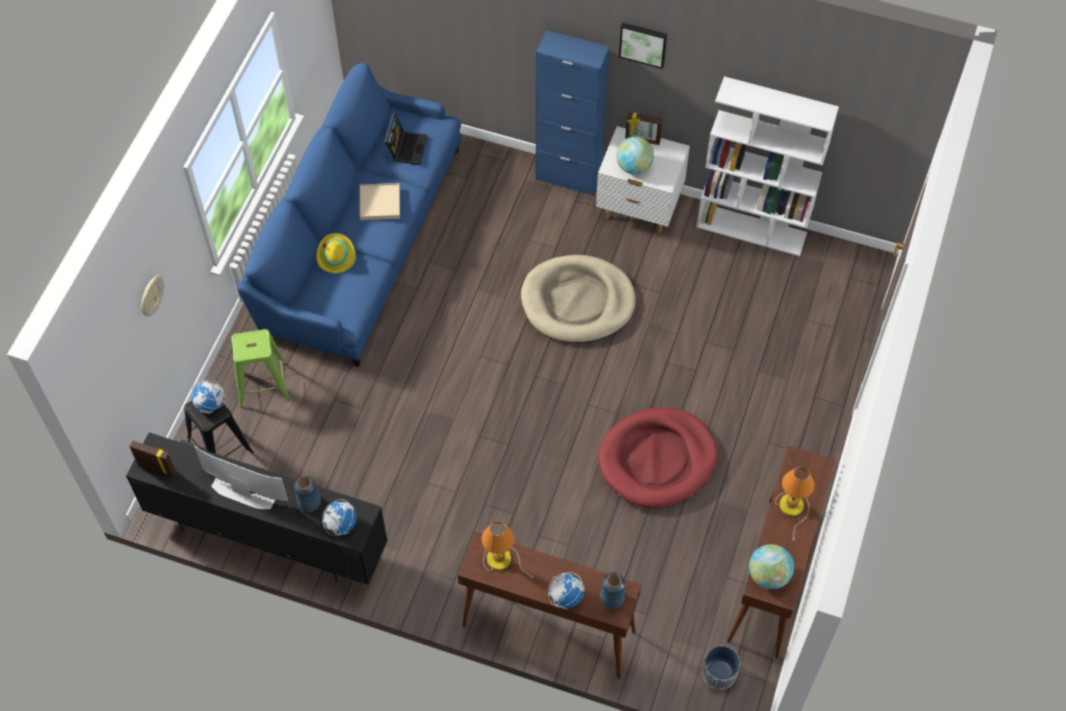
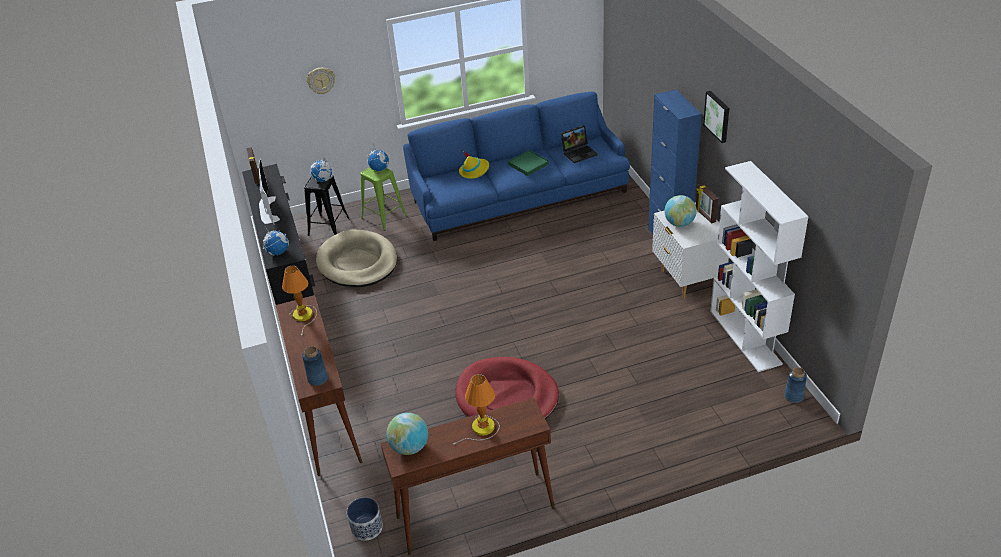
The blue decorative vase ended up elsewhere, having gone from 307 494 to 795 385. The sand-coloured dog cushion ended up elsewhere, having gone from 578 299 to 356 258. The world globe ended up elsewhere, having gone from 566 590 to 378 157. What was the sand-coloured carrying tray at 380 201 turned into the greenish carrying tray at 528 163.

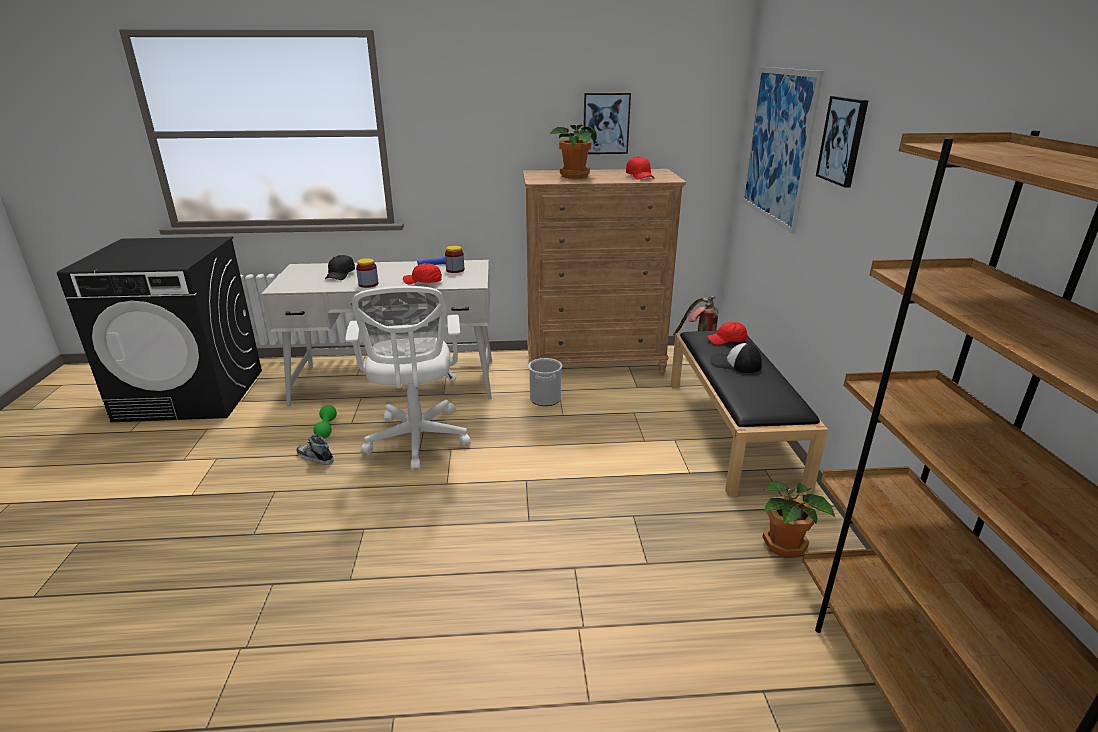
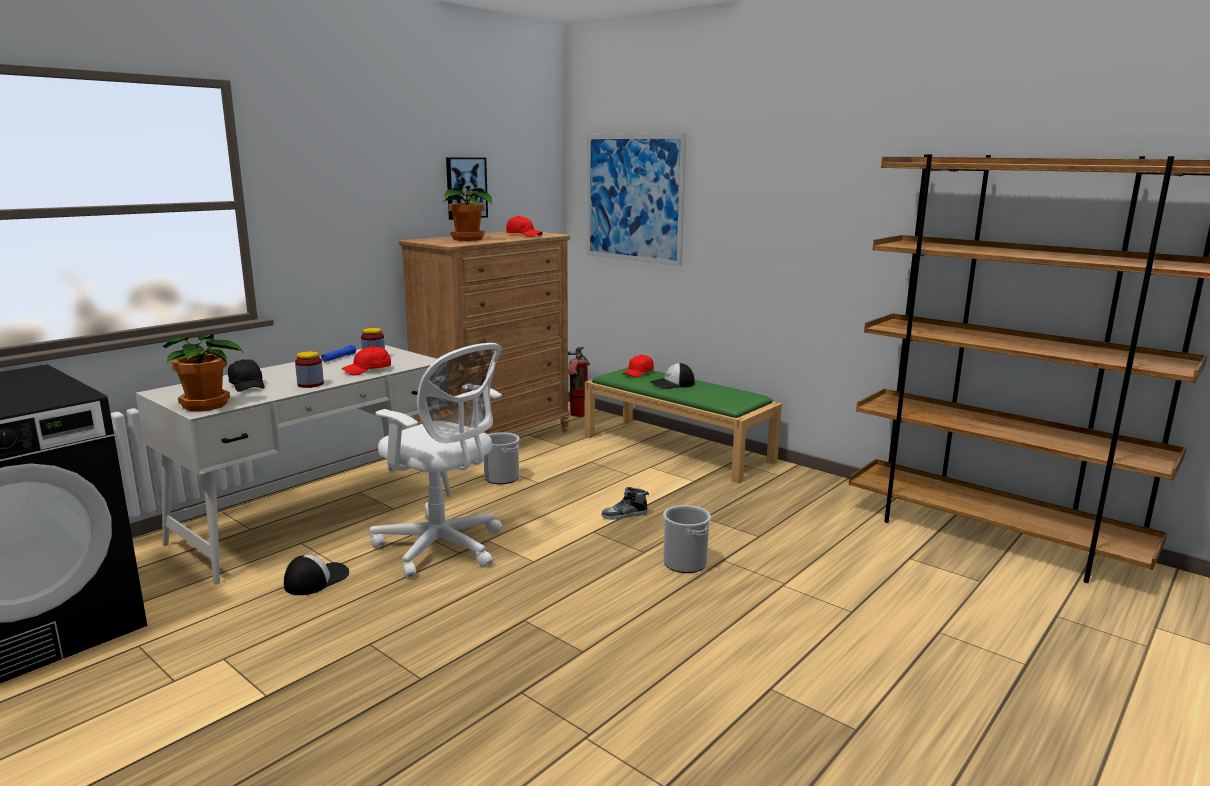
The second view lost the wall picture at 842 142. The second view gained the bucket at 687 539. The low shoe ended up elsewhere, having gone from 314 449 to 625 503. The houseplant ended up elsewhere, having gone from 799 519 to 204 372. Where the greenish free weight stood at 325 421, the peaked cap came to stand at 316 575. What was the blackish long seat at 749 413 turned into the greenish long seat at 683 426.

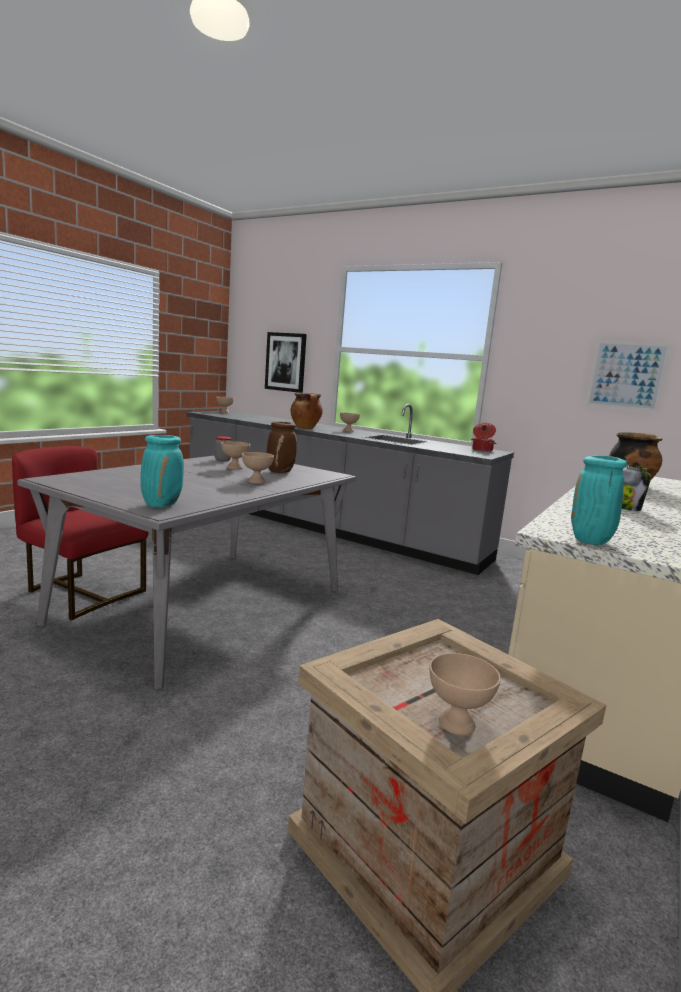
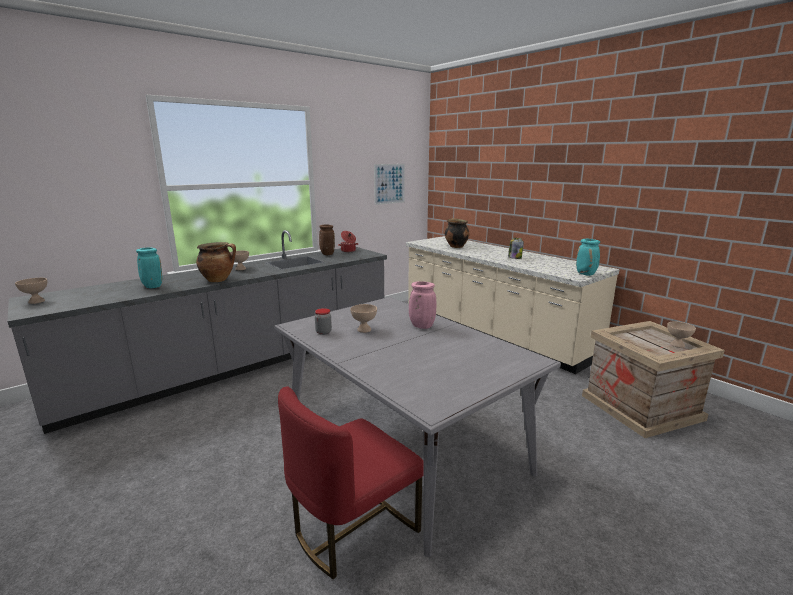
The second view lost the wall picture at 286 362. The turquoise-coloured decorative vase ended up elsewhere, having gone from 162 471 to 149 267. The brownish decorative vase ended up elsewhere, having gone from 282 447 to 327 240. Where the sand-coloured deep dish stood at 258 468, the pink decorative vase came to stand at 422 305.

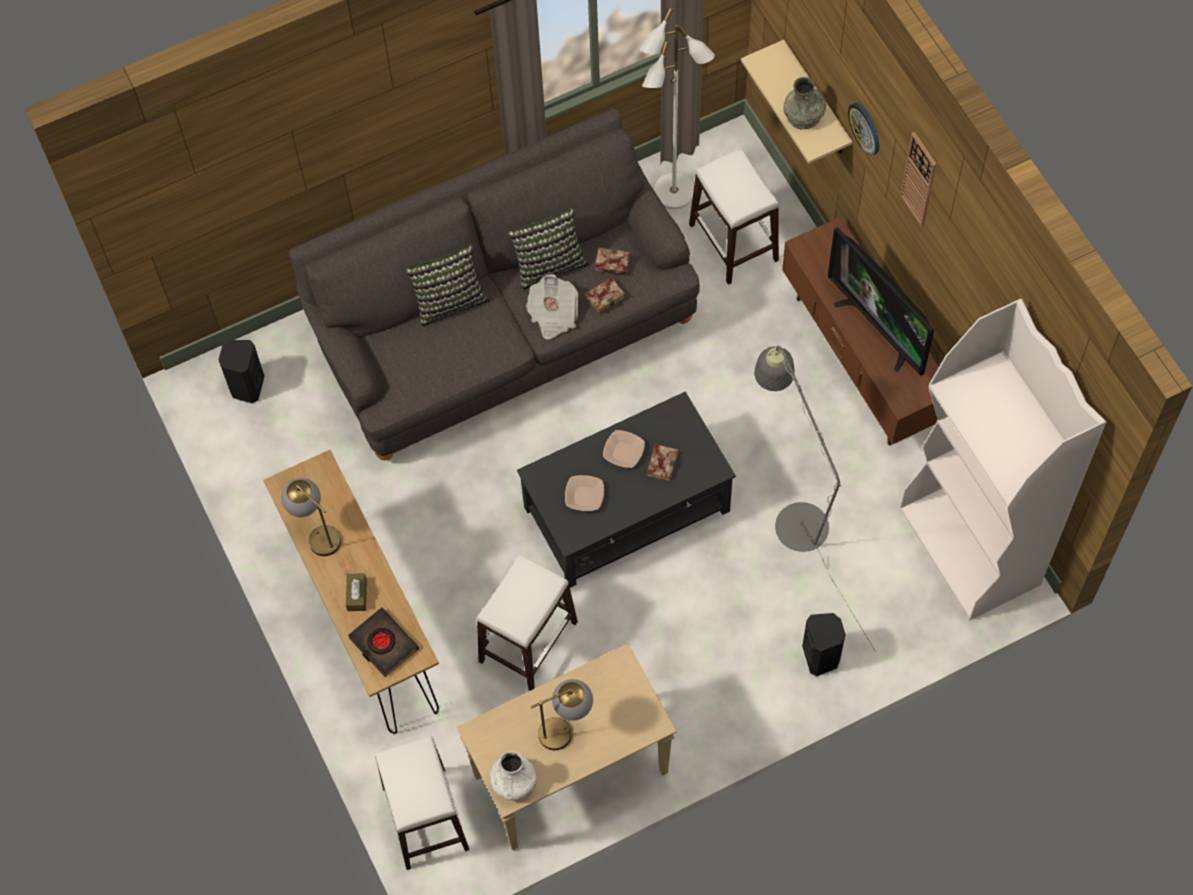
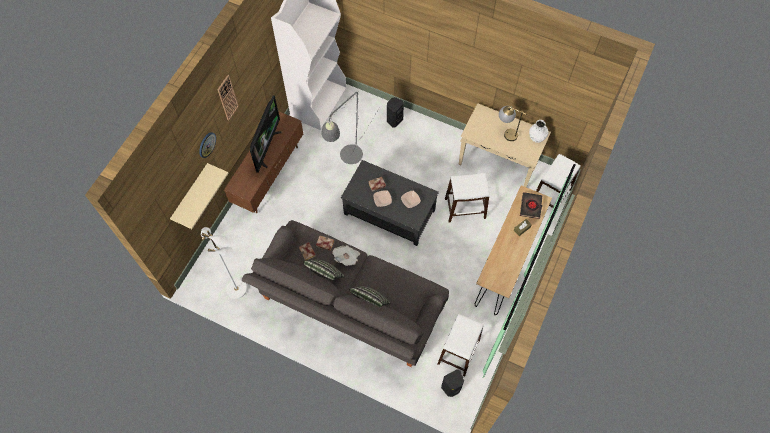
The second view lost the tabletop lamp at 311 517. The second view lost the gray decorative vase at 804 103. The white-coloured sitting stool ended up elsewhere, having gone from 734 217 to 461 345.

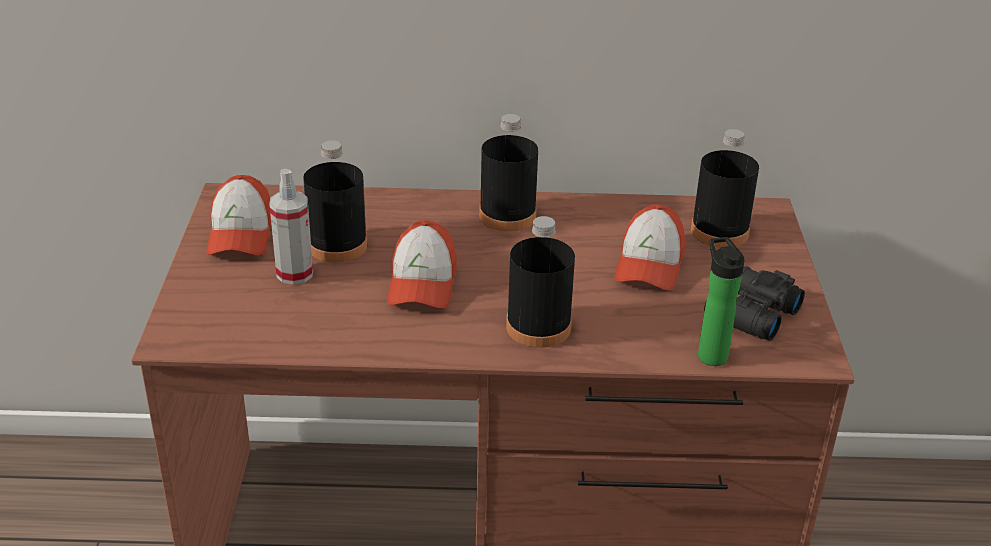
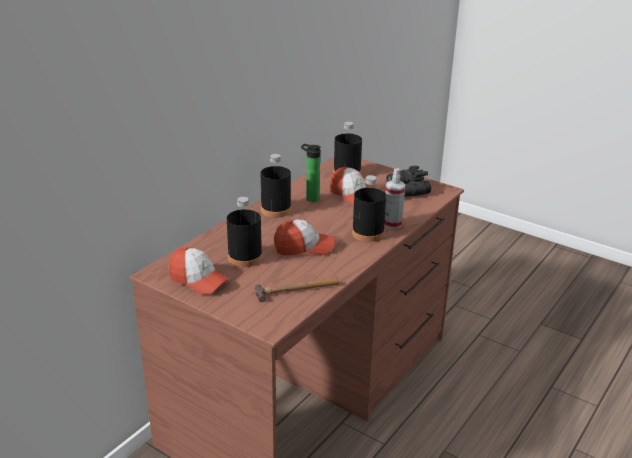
The second view gained the hand hammer at 297 289. The sprayer ended up elsewhere, having gone from 291 227 to 394 198. The bottle ended up elsewhere, having gone from 721 301 to 311 173. The peaked cap at 422 264 ended up facing another way, 45 degrees counterclockwise from before.

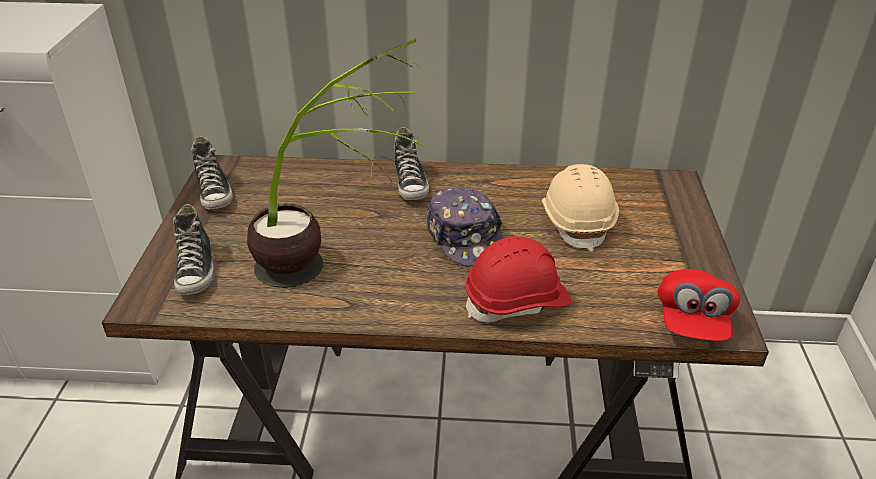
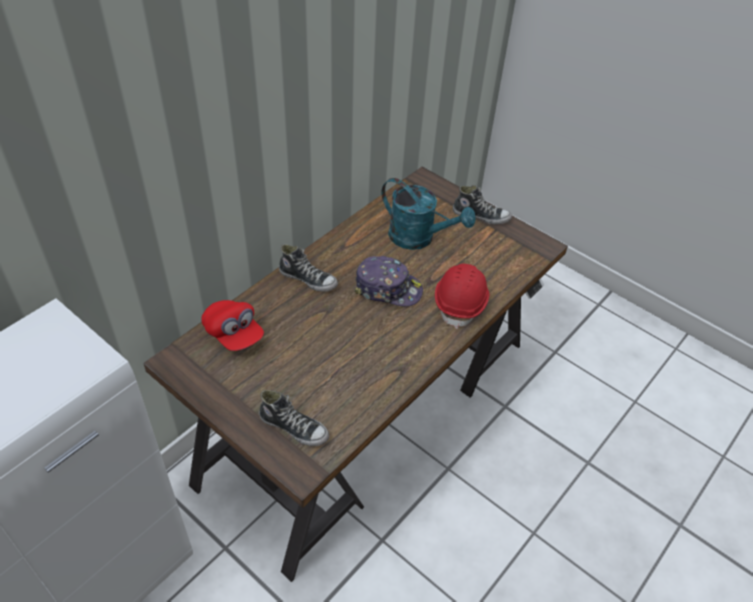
The second view lost the houseplant at 335 163. The low shoe ended up elsewhere, having gone from 212 173 to 482 205. The red-coloured peaked cap ended up elsewhere, having gone from 698 305 to 232 325. Where the sand-coloured hard hat stood at 580 208, the turquoise-coloured sprinkling can came to stand at 428 214.

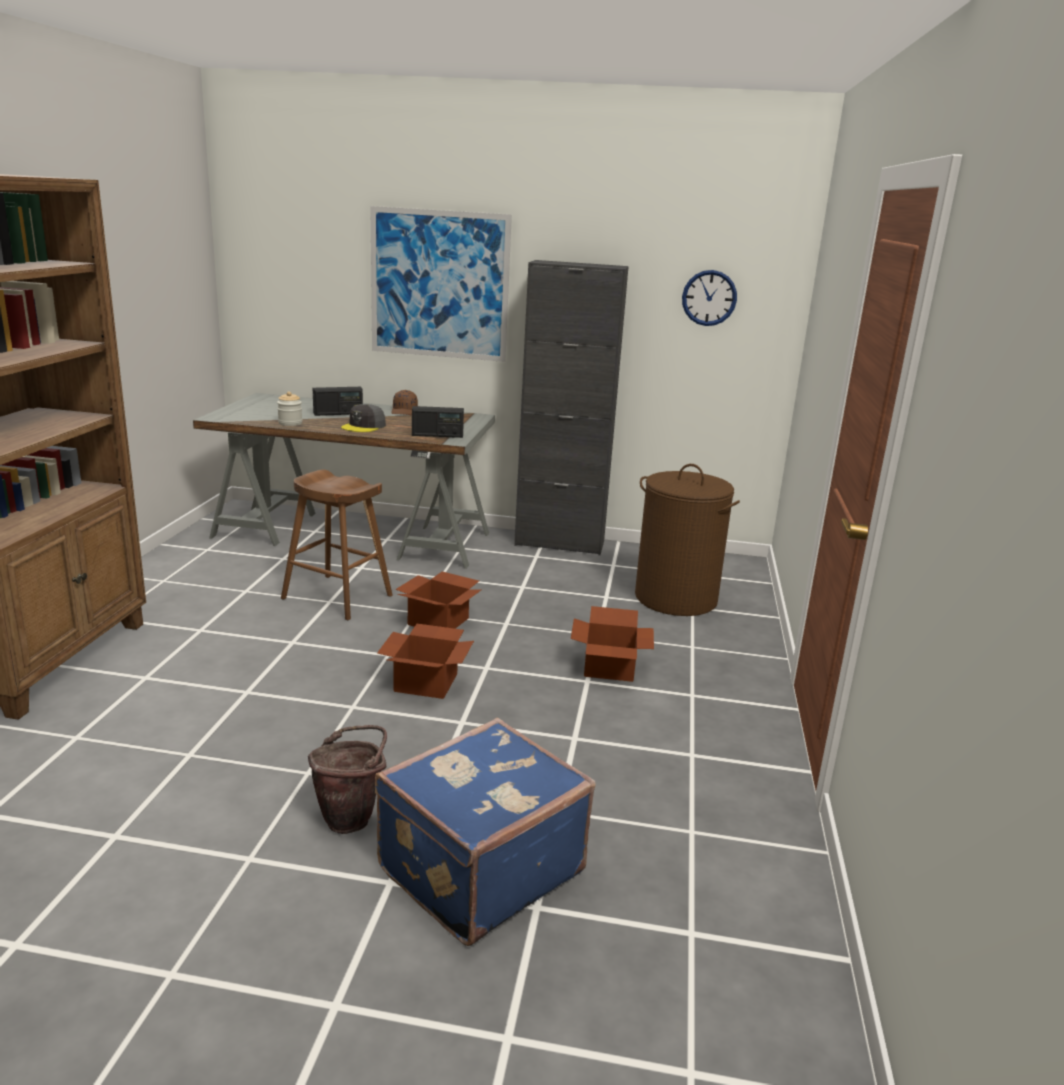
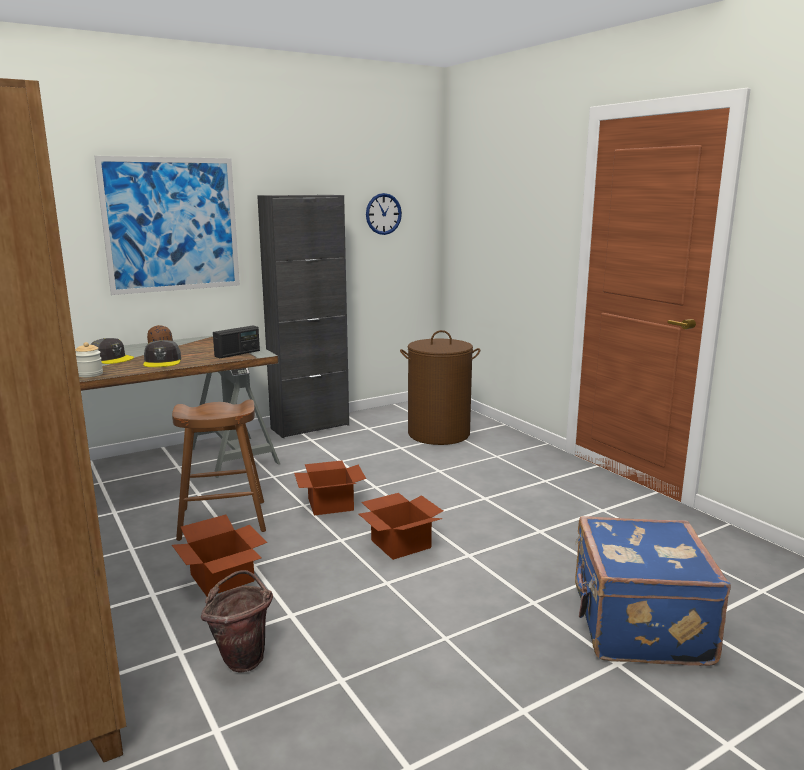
The brownish bucket ended up elsewhere, having gone from 347 779 to 237 621. The carton ended up elsewhere, having gone from 612 644 to 219 556. Where the radio receiver stood at 338 401, the gray peaked cap came to stand at 112 351.

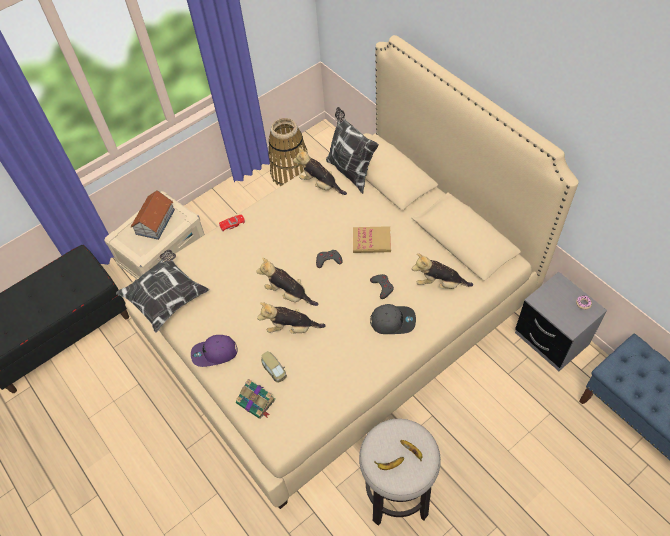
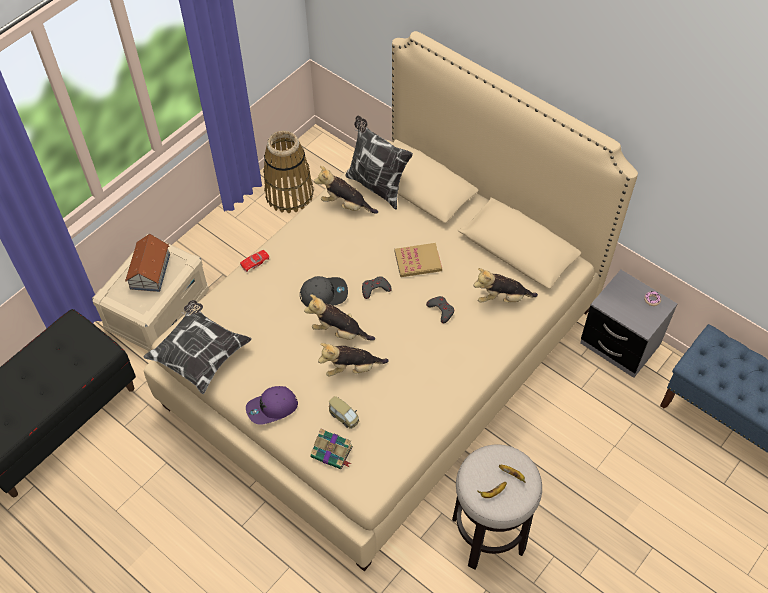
The gray peaked cap ended up elsewhere, having gone from 393 319 to 324 291.

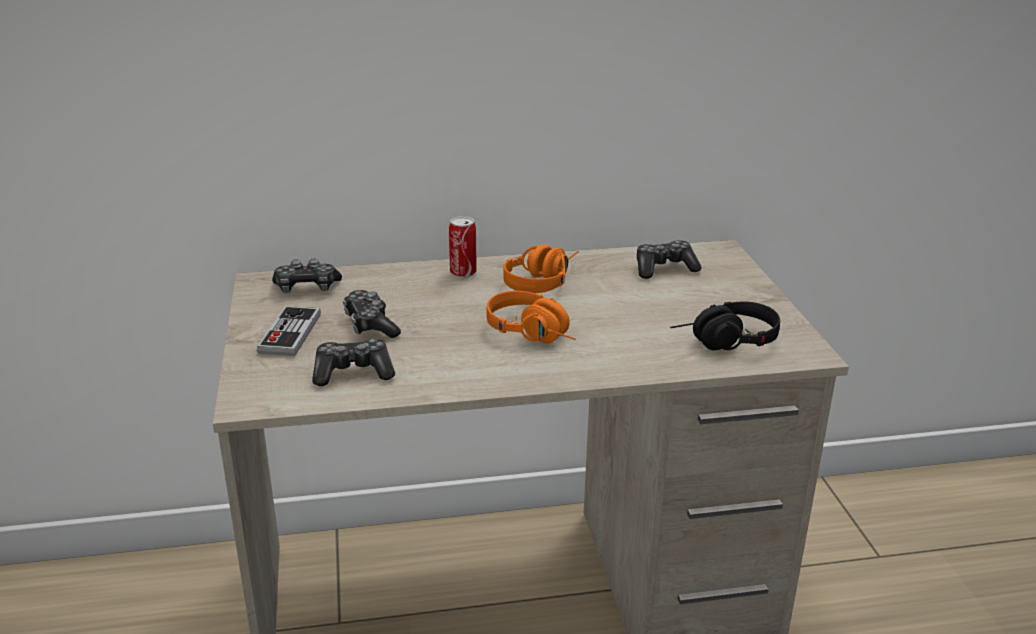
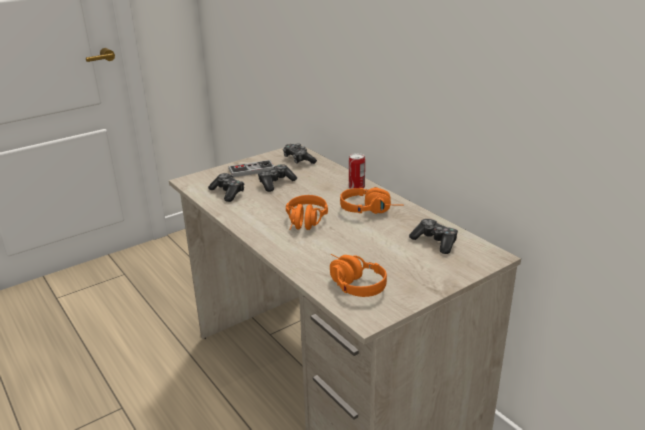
What was the blackish headset at 725 325 turned into the orangey headset at 358 275.

